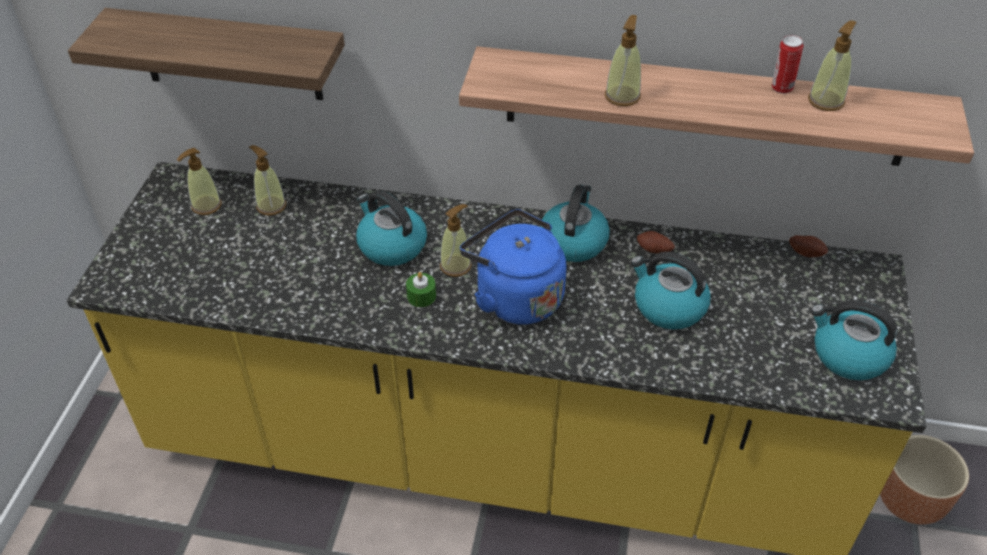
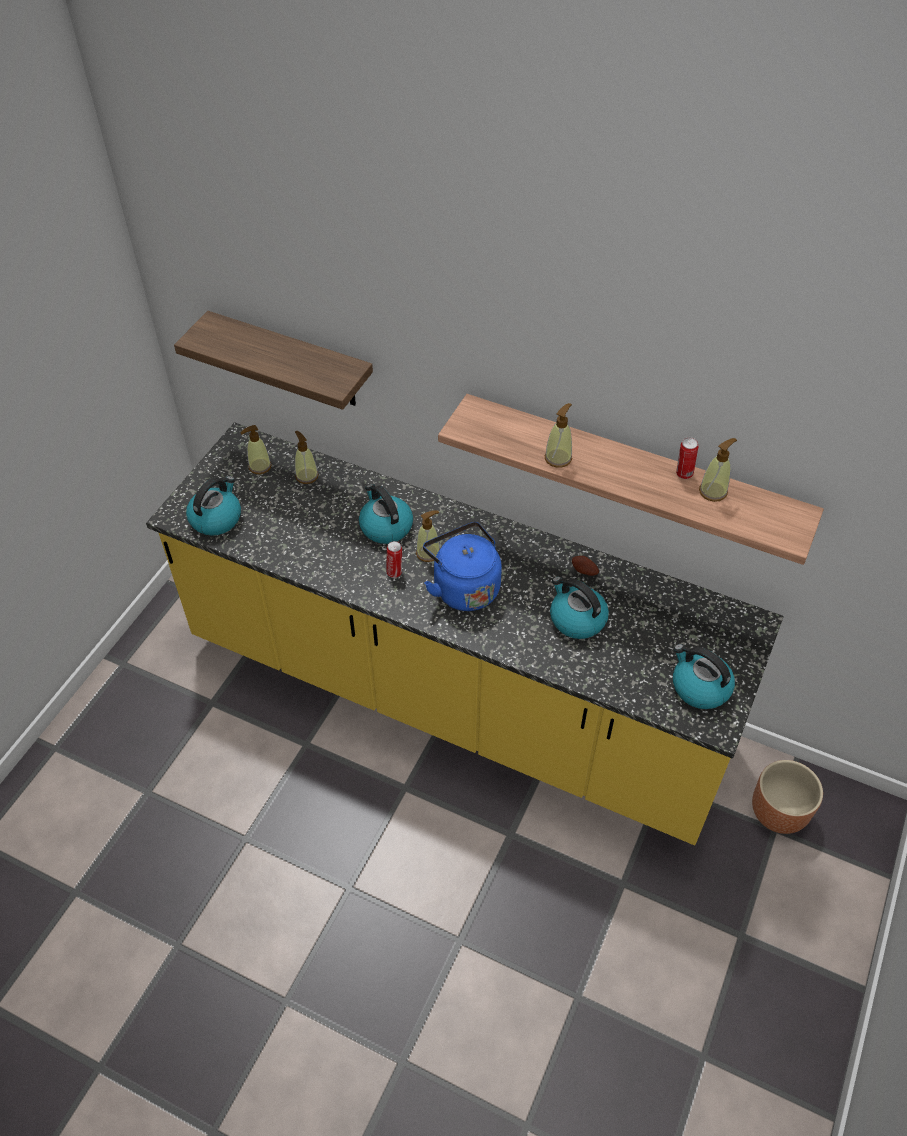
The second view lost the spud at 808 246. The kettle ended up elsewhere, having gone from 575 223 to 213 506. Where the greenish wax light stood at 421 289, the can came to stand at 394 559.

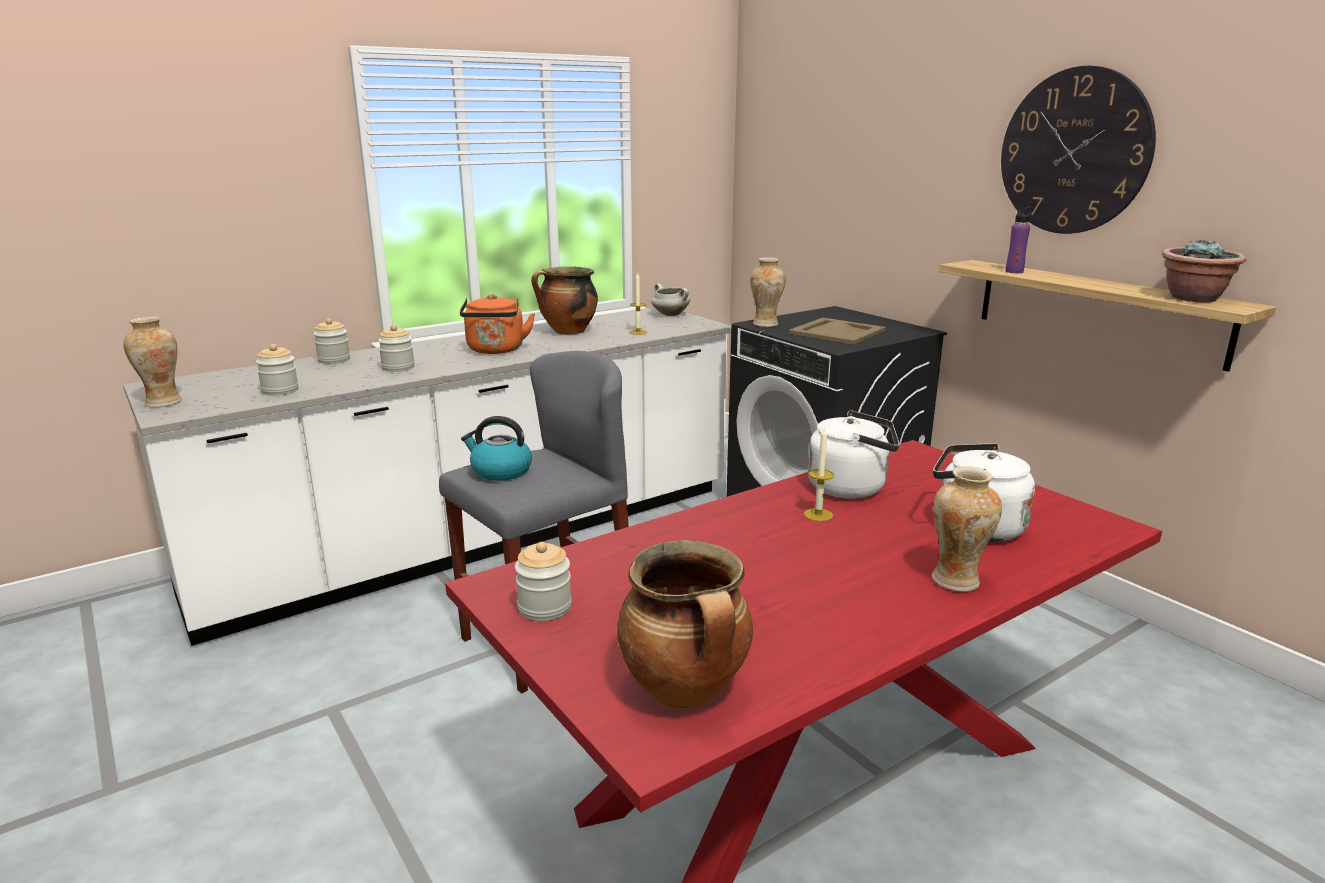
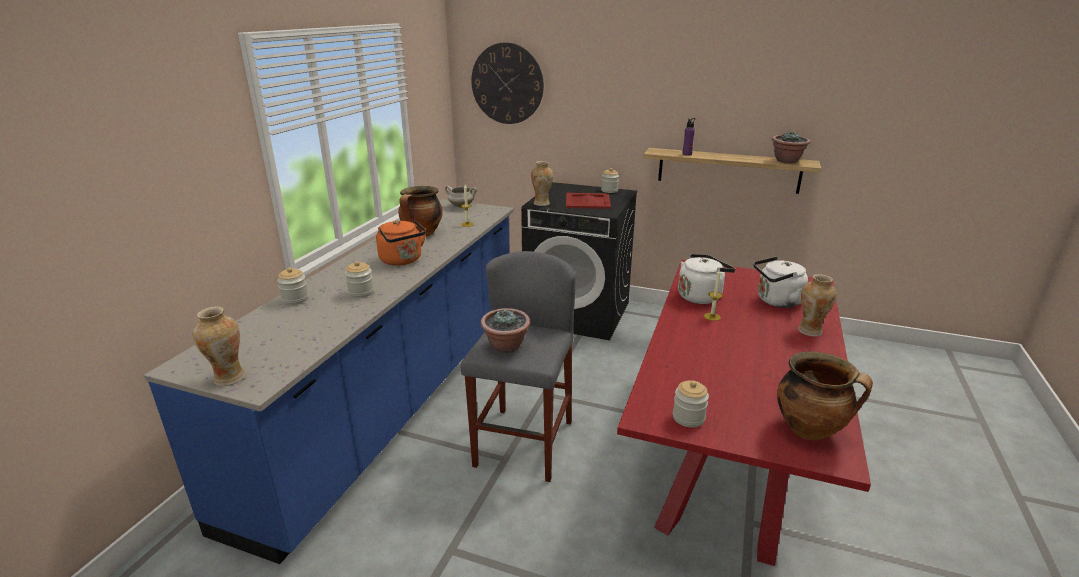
The storage jar ended up elsewhere, having gone from 277 369 to 610 180. The hanging clock ended up elsewhere, having gone from 1078 150 to 507 83. Where the kettle stood at 496 448, the houseplant came to stand at 505 330. What was the white-coloured kitchen counter at 427 476 turned into the blue kitchen counter at 329 382. What was the sand-coloured carrying tray at 837 331 turned into the red-coloured carrying tray at 588 201.

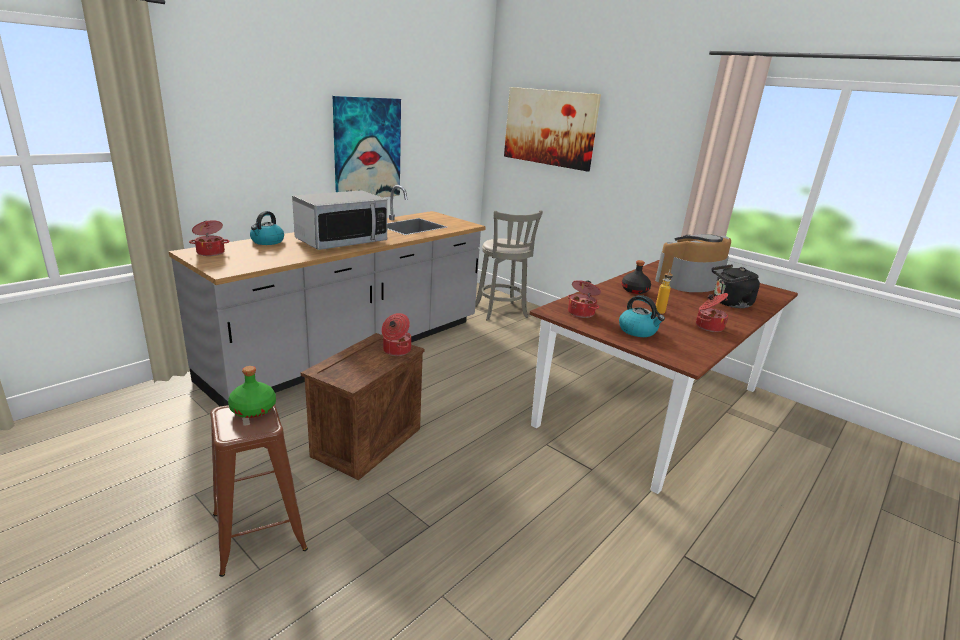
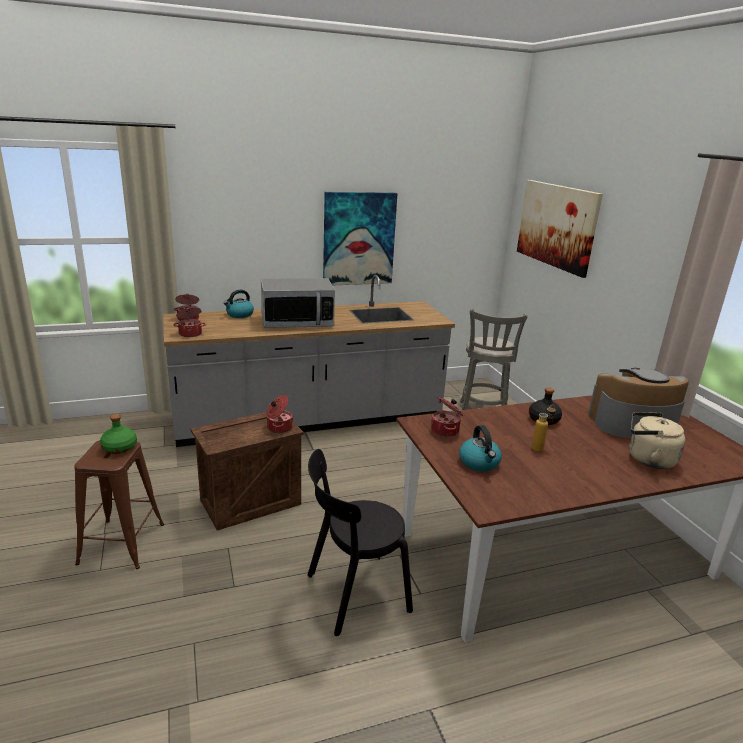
The second view gained the blackish plain chair at 360 542. The cooking pot ended up elsewhere, having gone from 712 312 to 189 322. What was the blackish kettle at 736 286 turned into the sand-coloured kettle at 657 440.

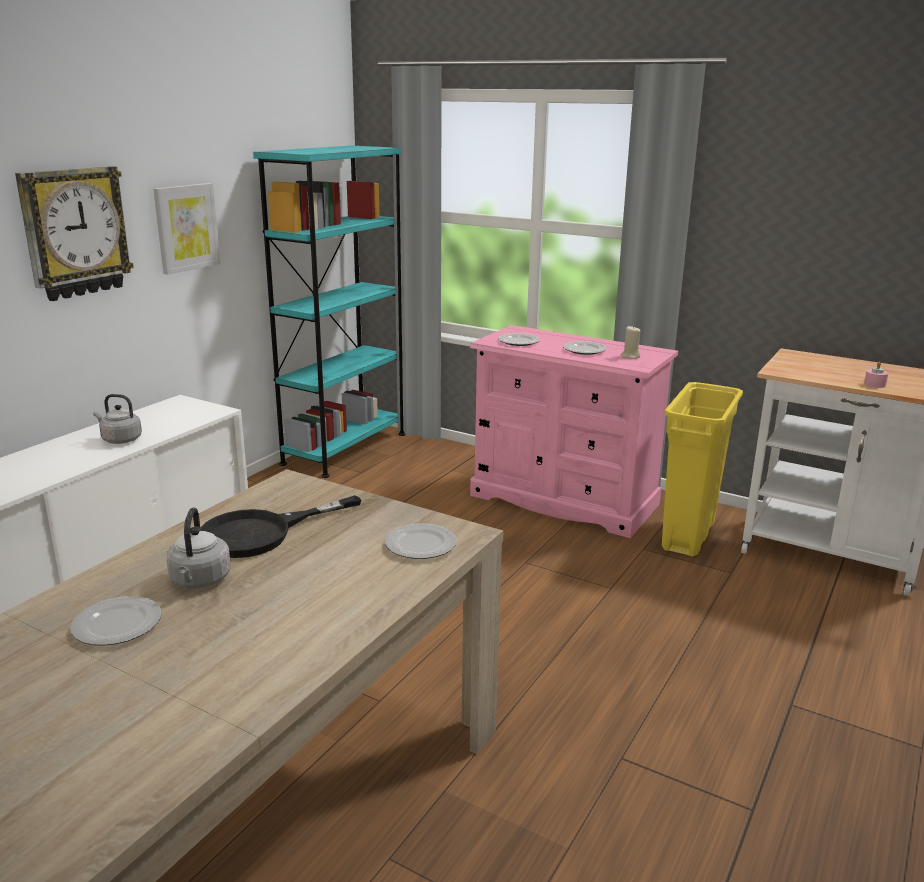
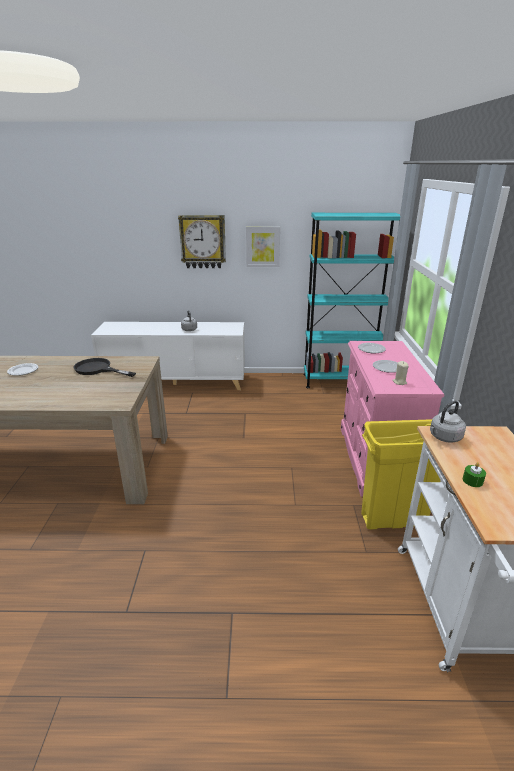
The second view lost the flat dish at 421 541. The gray kettle ended up elsewhere, having gone from 198 548 to 448 422. What was the pink wax light at 876 374 turned into the greenish wax light at 474 474.

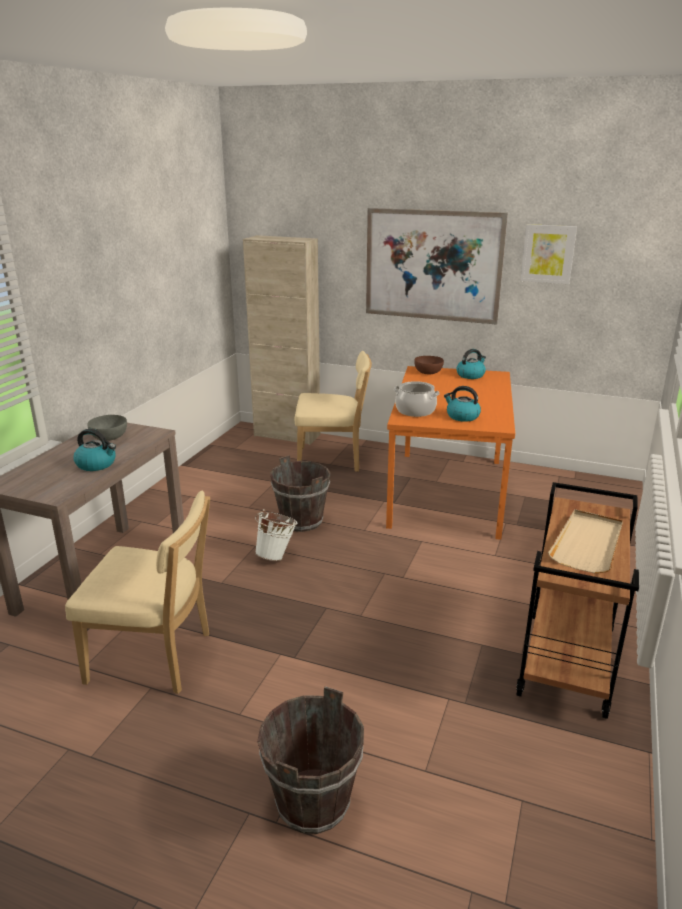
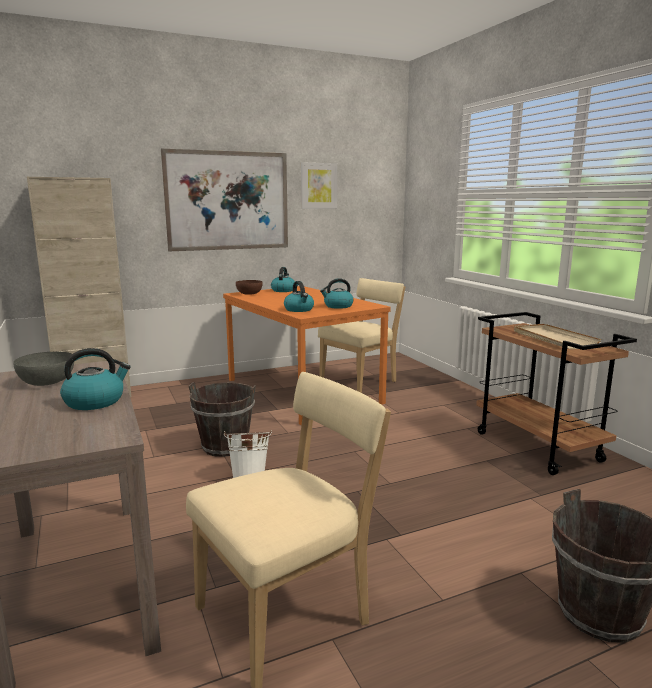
The sand-coloured plain chair ended up elsewhere, having gone from 333 411 to 361 335. Where the cooking pot stood at 417 399, the kettle came to stand at 299 296.

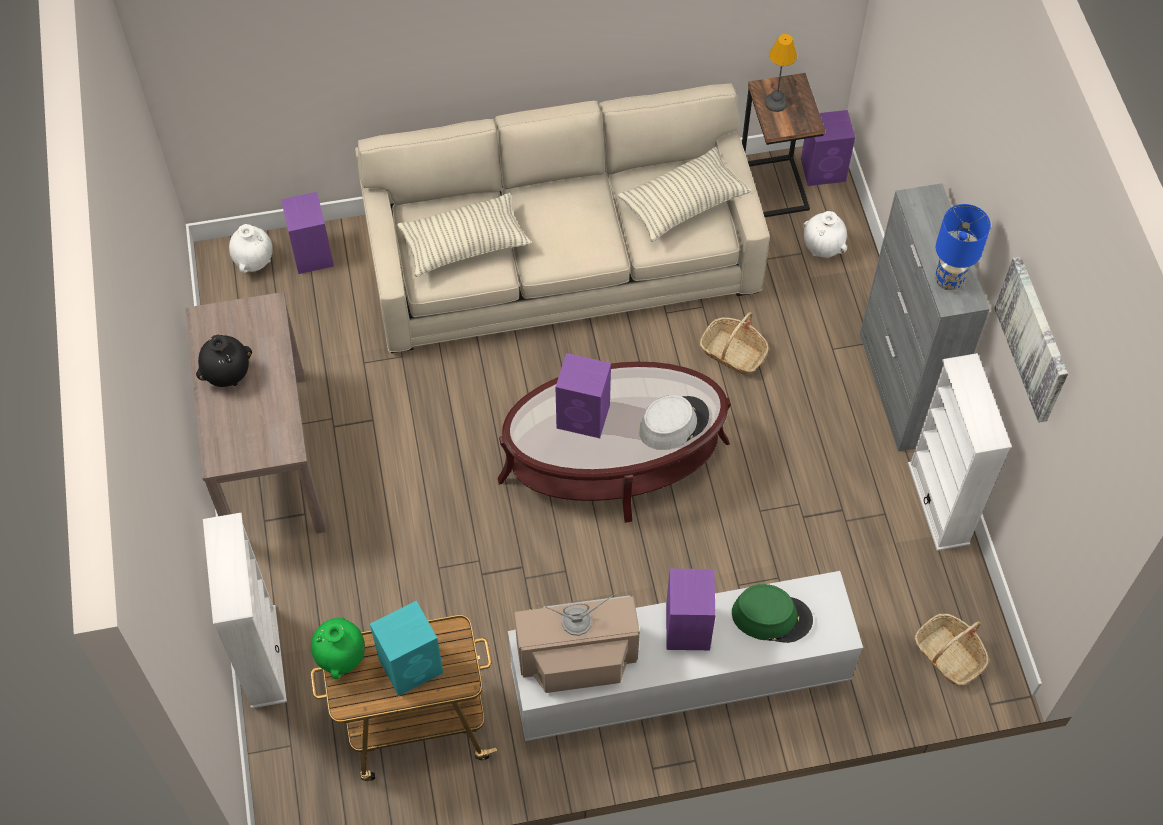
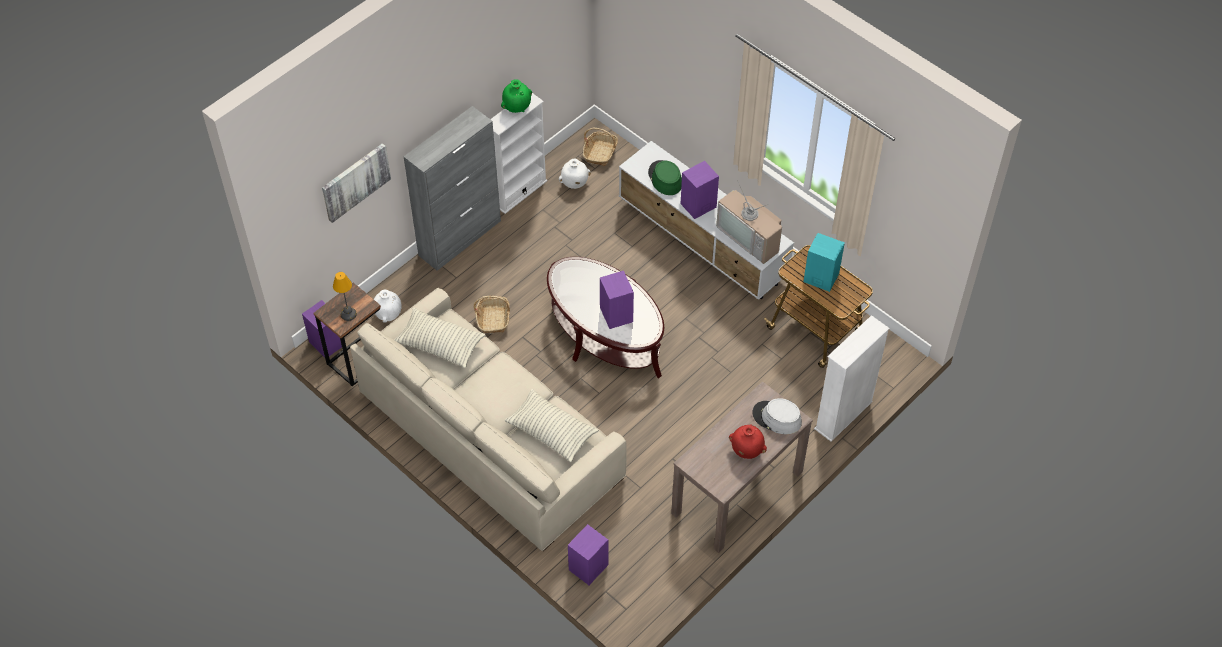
The second view lost the blue tabletop lamp at 963 247. The white-coloured decorative vase ended up elsewhere, having gone from 251 248 to 575 174. The greenish decorative vase ended up elsewhere, having gone from 338 648 to 516 96. The gray hat ended up elsewhere, having gone from 674 422 to 777 416. The wall picture ended up elsewhere, having gone from 1031 340 to 356 183. What was the blackish decorative vase at 224 361 turned into the red-coloured decorative vase at 748 442.

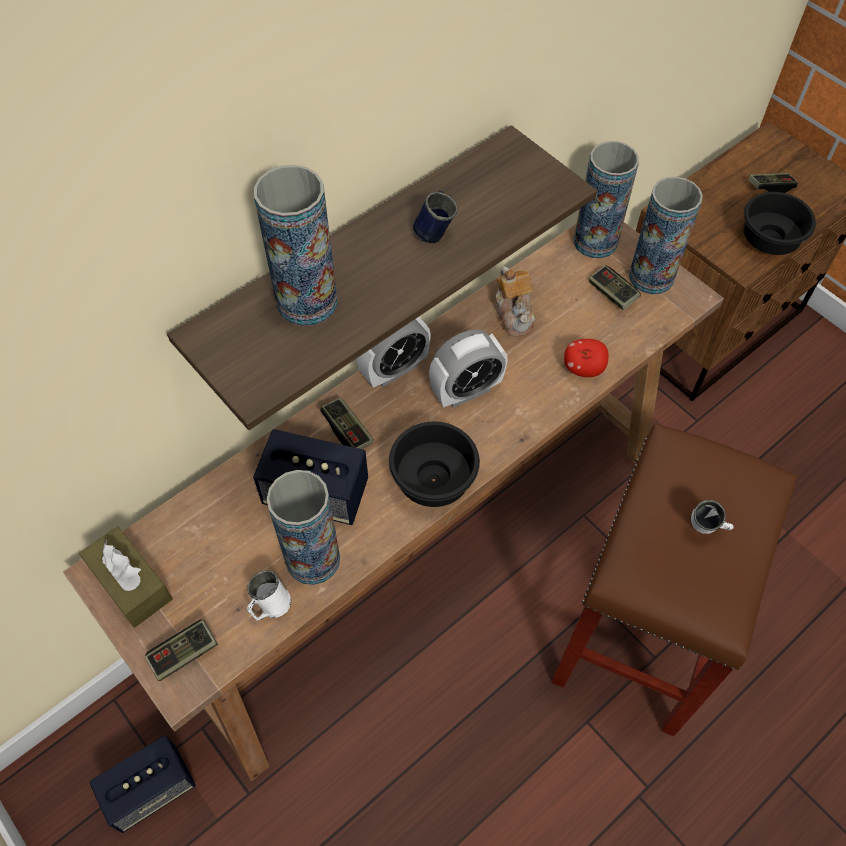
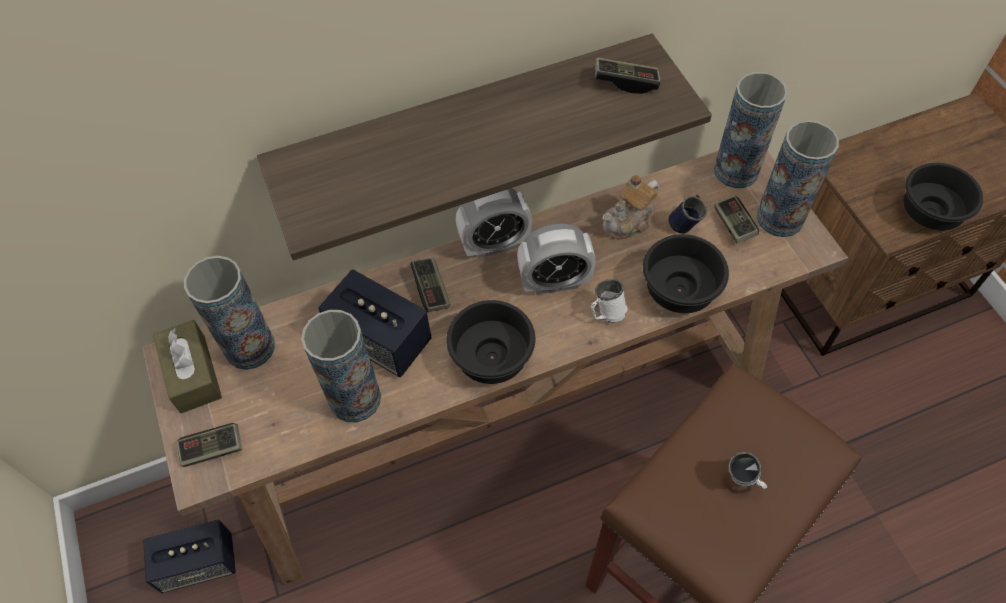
The white-coloured coffee mug ended up elsewhere, having gone from 269 595 to 609 301. The decorative vase ended up elsewhere, having gone from 296 245 to 229 313. The blue coffee mug ended up elsewhere, having gone from 435 216 to 687 214. The joypad ended up elsewhere, having gone from 773 183 to 628 75. Where the whole apple stood at 586 358, the blackish deep dish came to stand at 686 273. The tea pot at 515 301 ended up facing another way, 45 degrees clockwise from before.

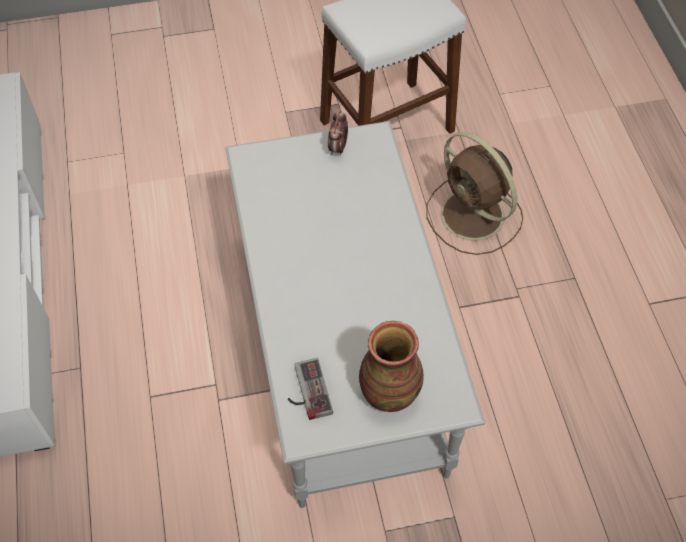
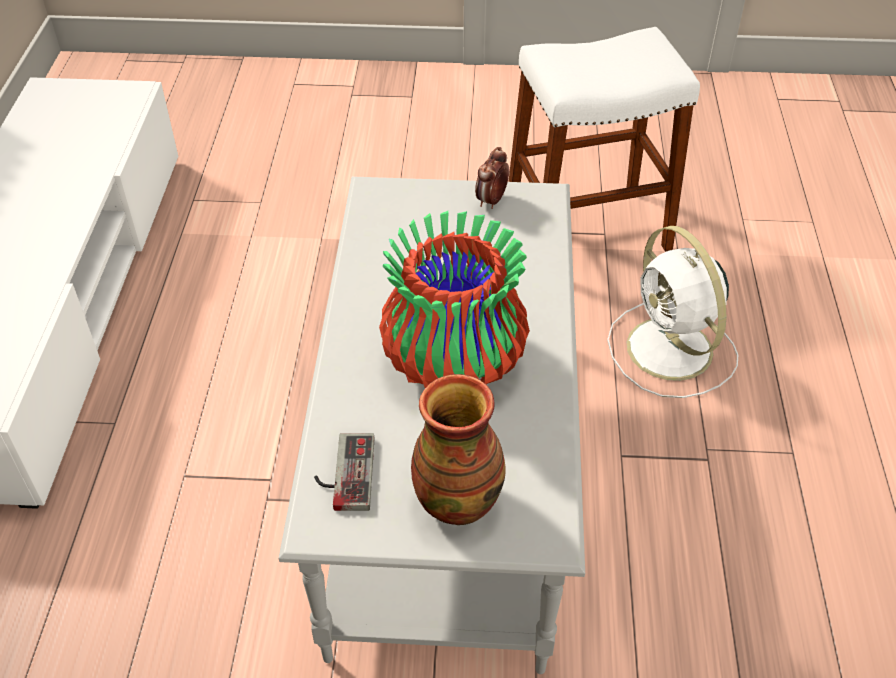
The second view gained the decorative vase at 454 299. What was the brownish cooling fan at 475 193 turned into the white-coloured cooling fan at 672 312.

